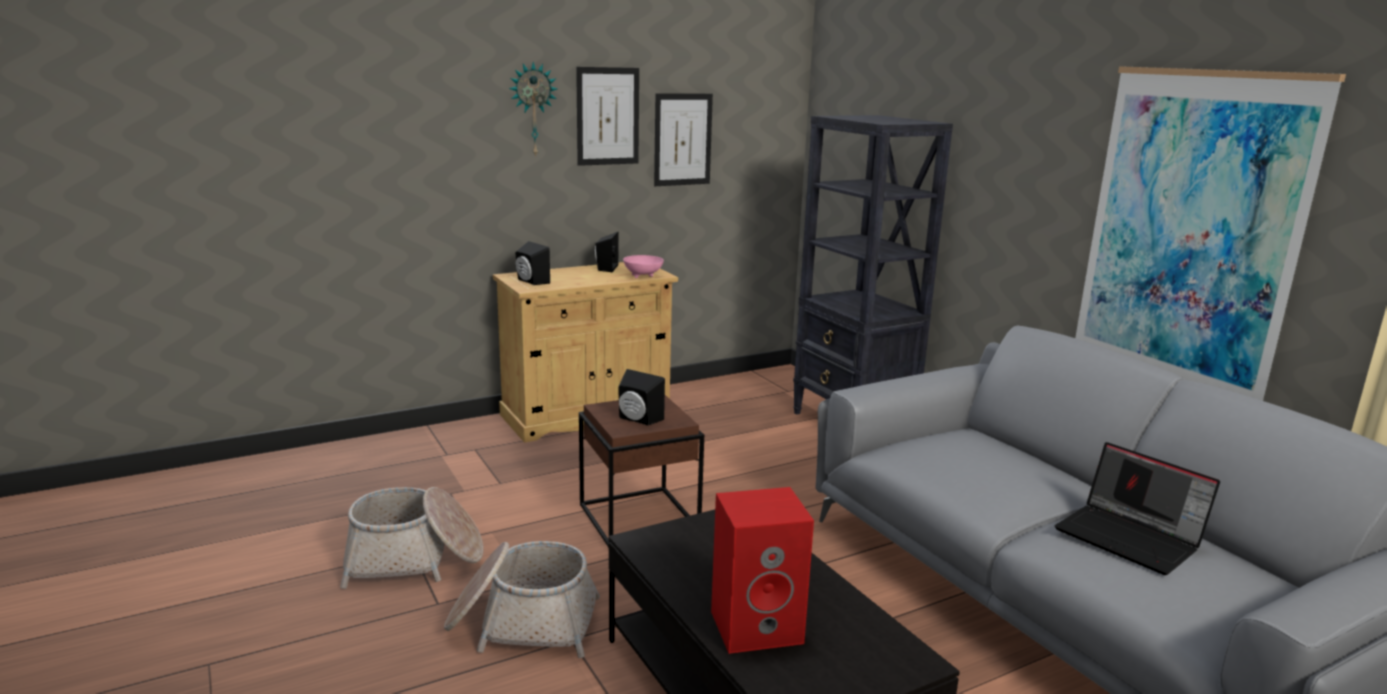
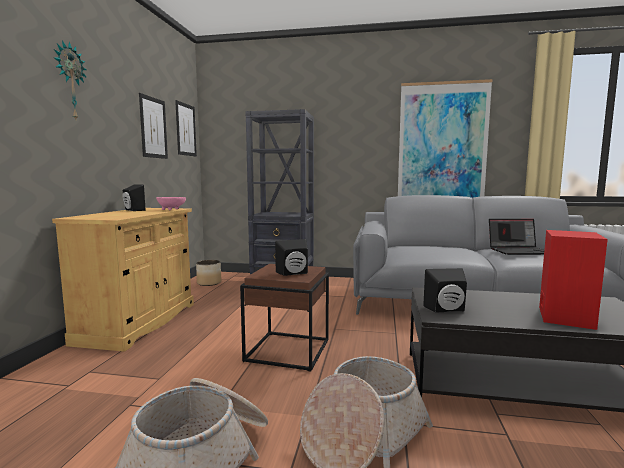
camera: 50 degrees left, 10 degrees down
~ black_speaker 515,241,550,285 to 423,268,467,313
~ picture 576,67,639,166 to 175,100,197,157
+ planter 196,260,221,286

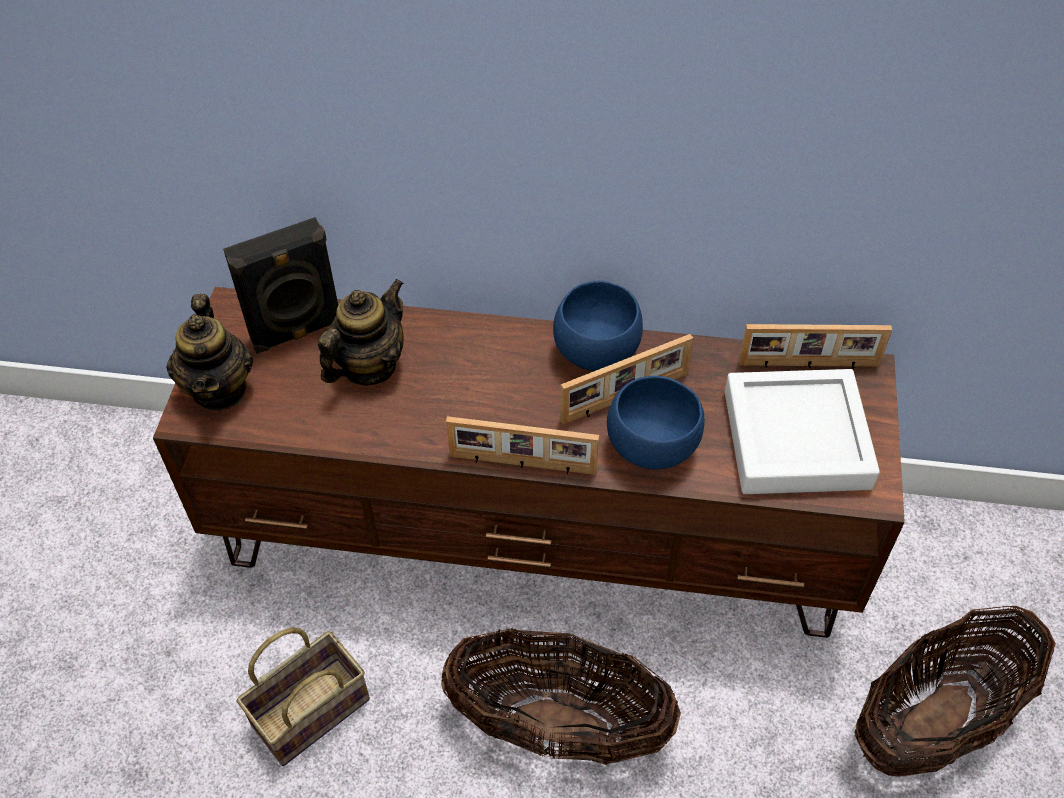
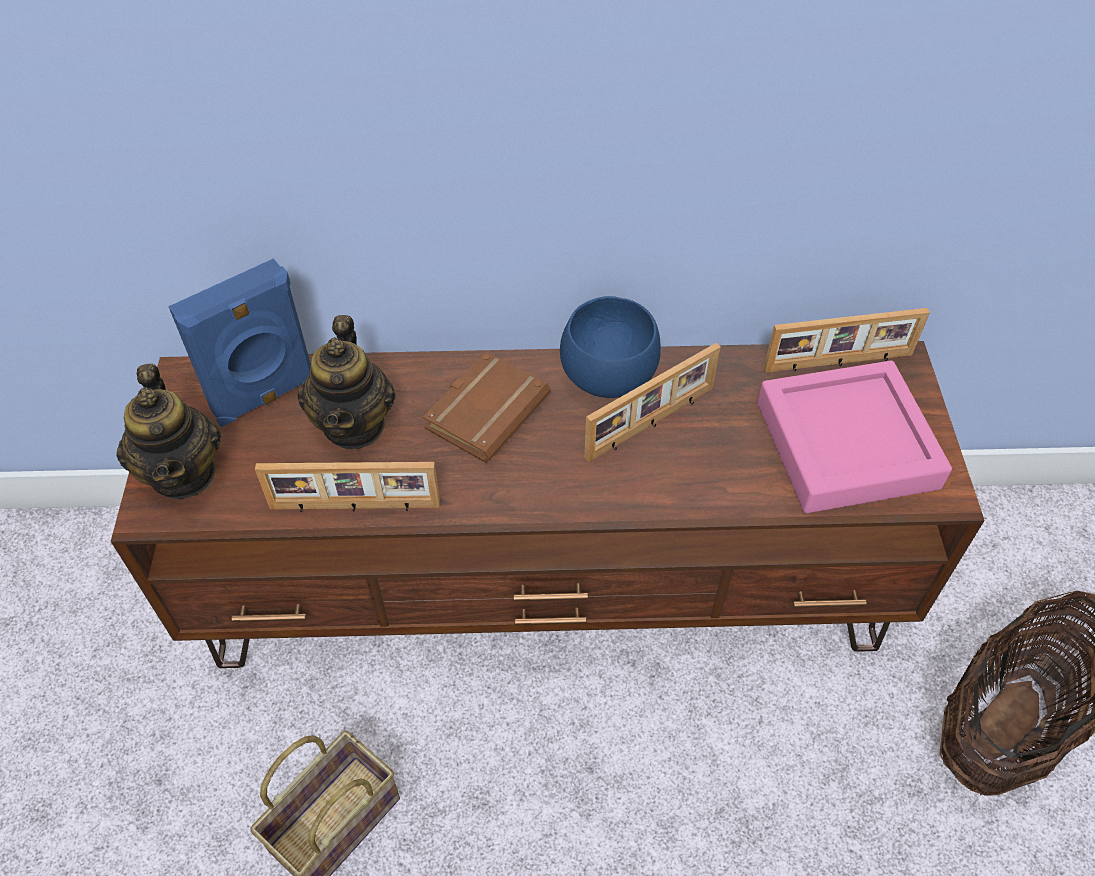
camera: 10 degrees left, 0 degrees up
~ black_speaker 223,217,338,354 to blue_speaker 168,258,311,427
~ teapot 318,279,404,386 = 297,315,395,449 150 degrees clockwise
- basket 441,628,681,765
~ picture_frame 446,416,599,475 to 255,462,440,512
- blue_bowl 607,376,704,470
~ white_tray 725,369,880,494 to pink_tray 757,361,952,513
+ brown_book 423,351,551,463

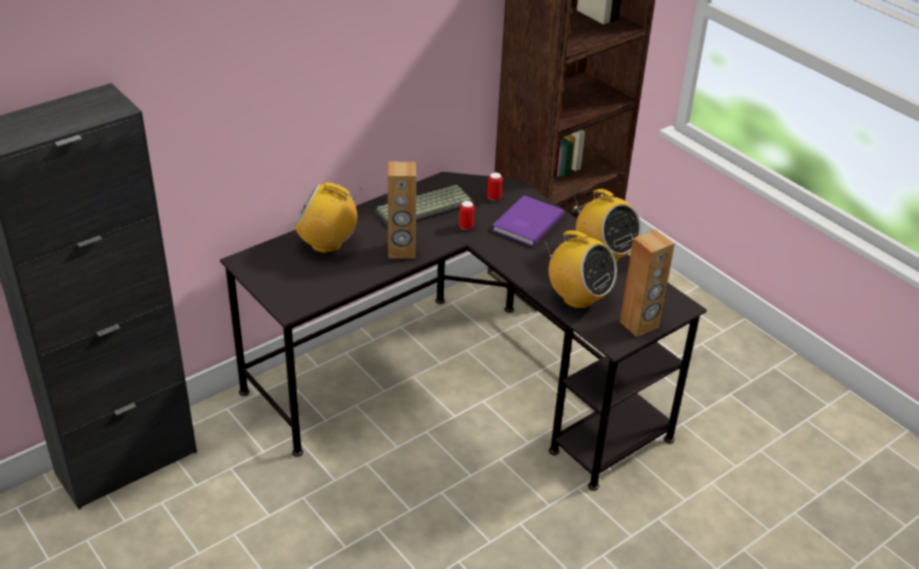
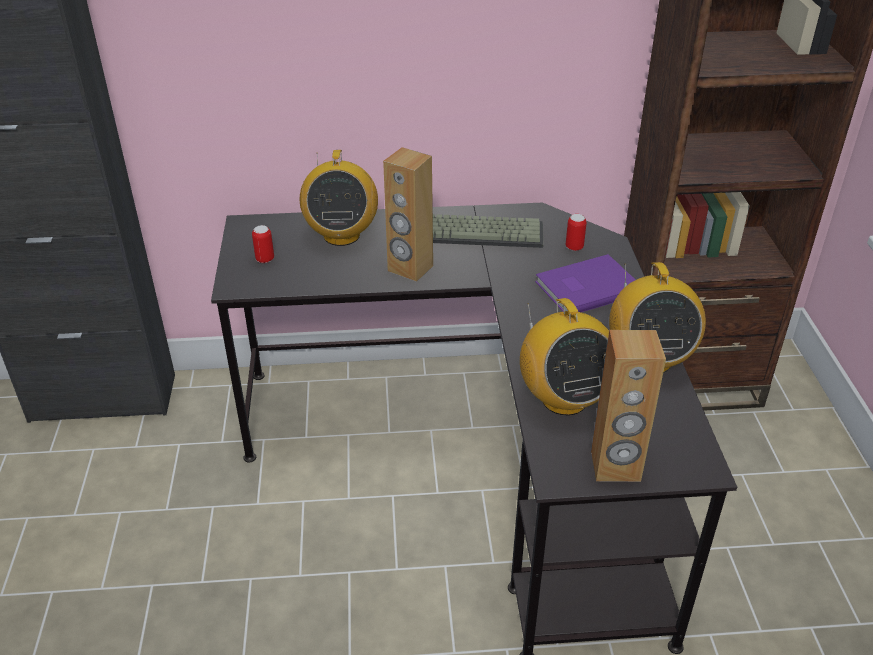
camera: 35 degrees right, 0 degrees up
~ radio 293,182,362,253 = 300,150,378,246 135 degrees counterclockwise
~ can 459,201,474,230 to 252,225,274,263

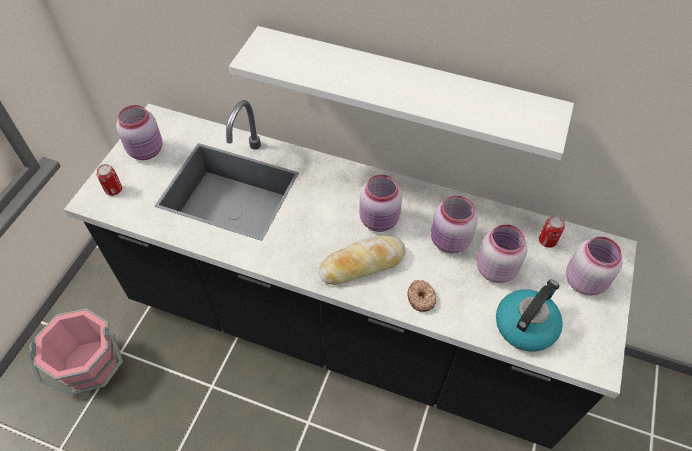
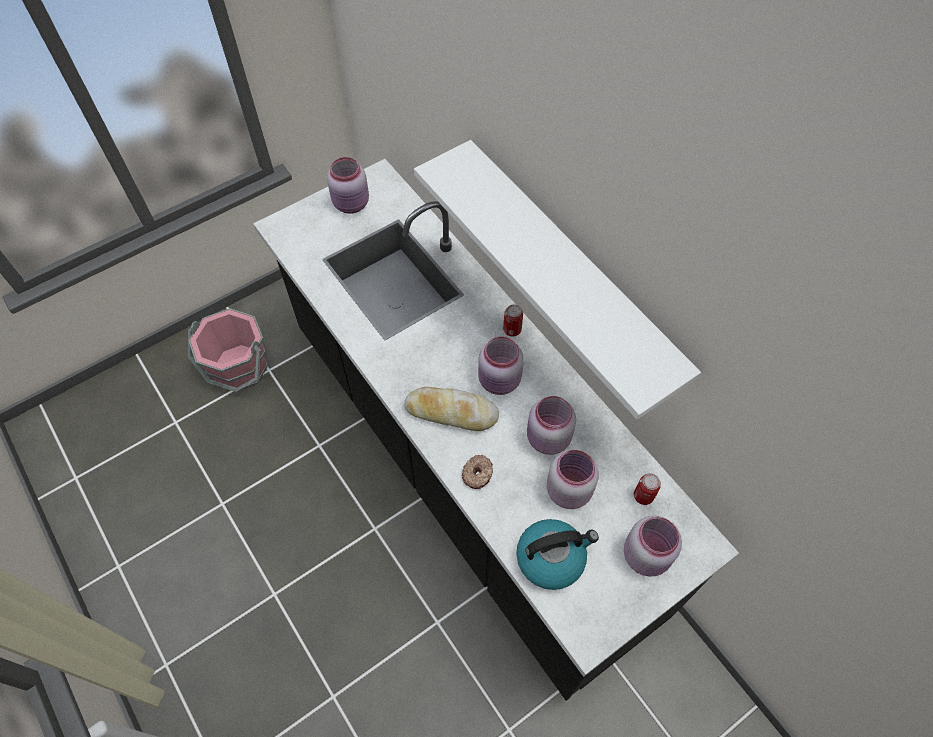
camera: 35 degrees right, 5 degrees up
~ can 97,164,122,196 to 503,305,523,337

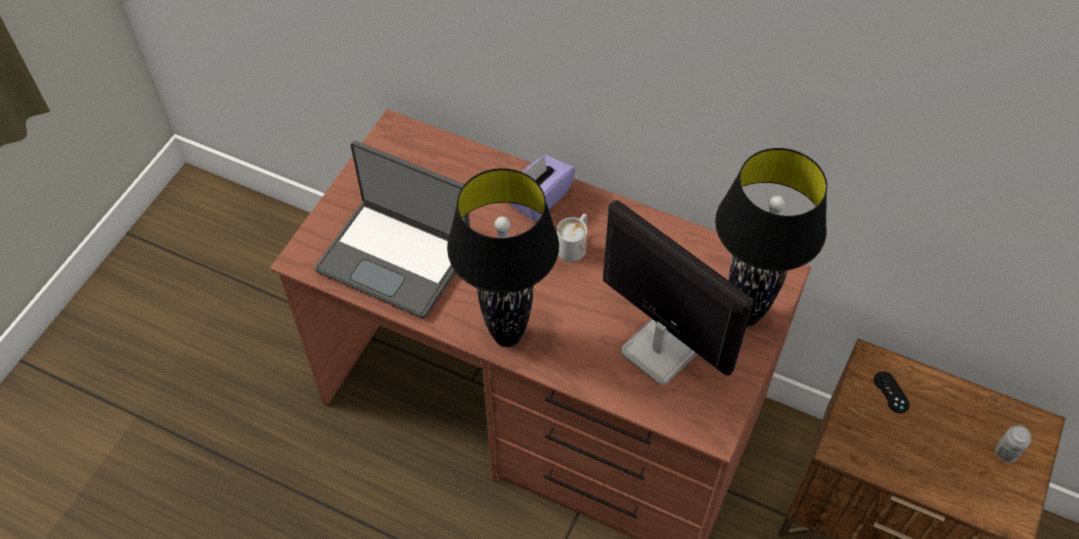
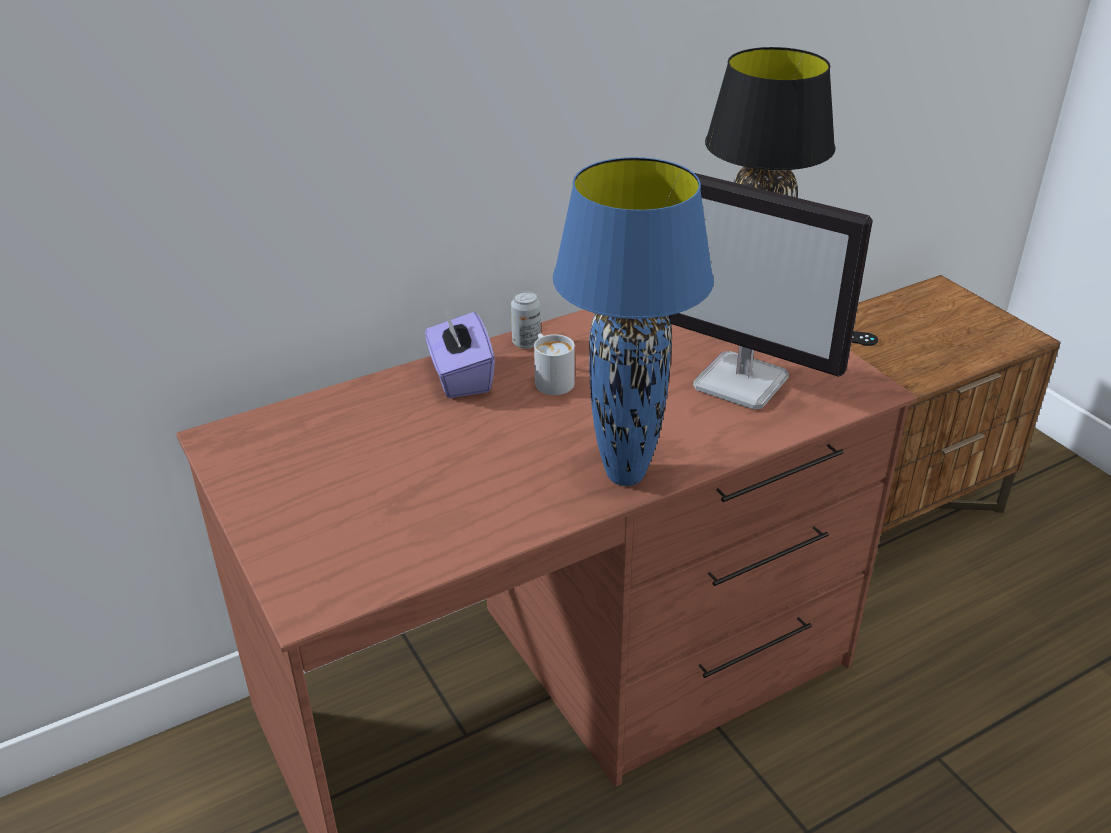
camera: 55 degrees left, 20 degrees down
- laptop 314,141,470,319
~ black_table_lamp 447,168,559,347 to blue_table_lamp 553,157,714,486
~ monitor 603,200,754,385 = 669,173,873,410 135 degrees counterclockwise
~ can 995,425,1031,462 to 511,291,541,349

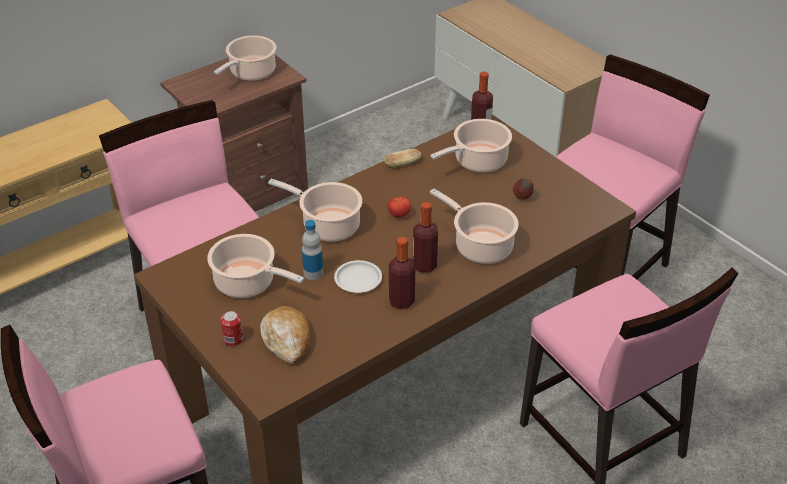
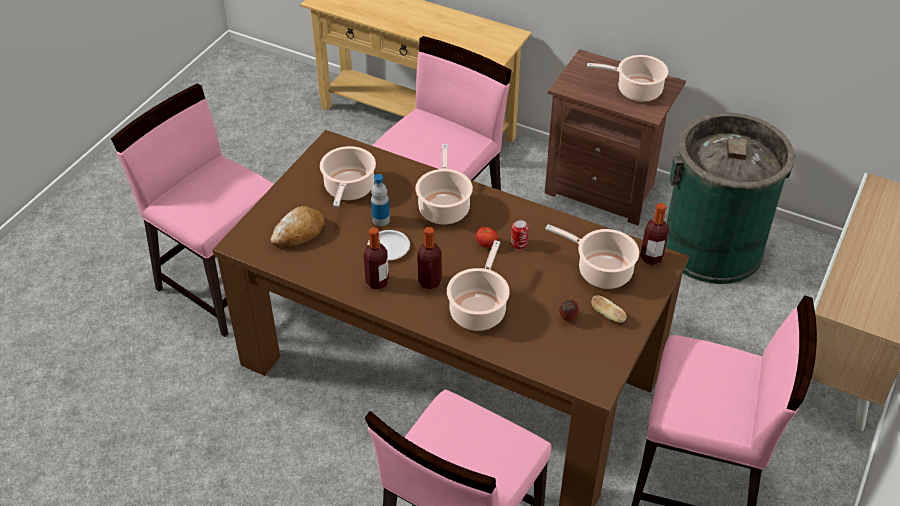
camera: 65 degrees right, 5 degrees up
~ can 220,311,243,347 to 511,220,529,249
~ bread 384,149,421,167 to 591,295,627,323
+ green_trash_can 665,112,796,284

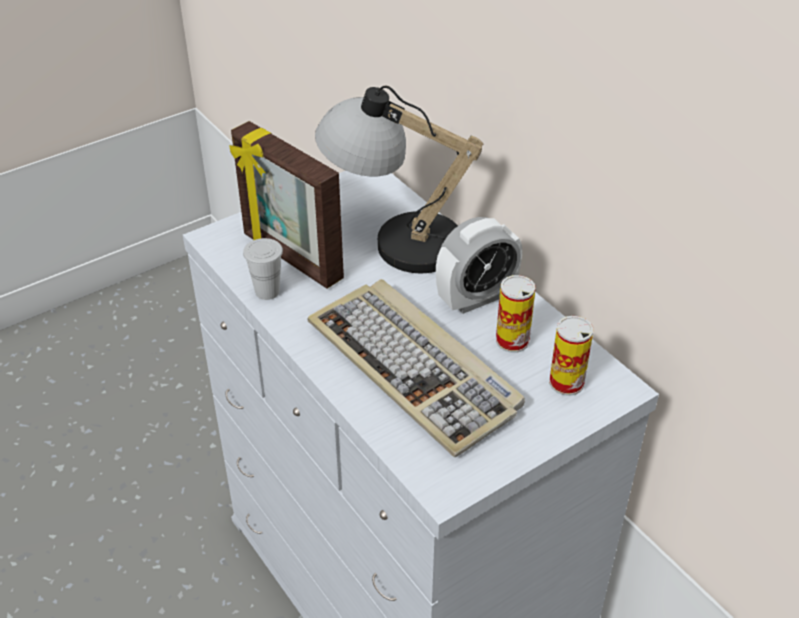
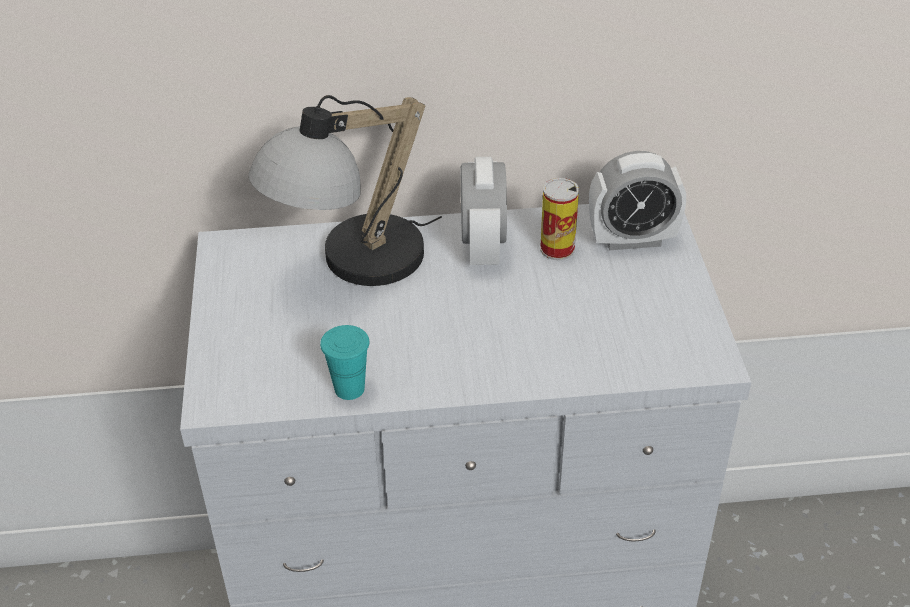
camera: 60 degrees left, 0 degrees up
- picture_frame 229,121,344,289
~ white_cup 243,238,283,300 to turquoise_cup 320,325,370,400
- keyboard 308,279,525,457
~ can 549,316,593,396 to alarm_clock 589,151,686,250

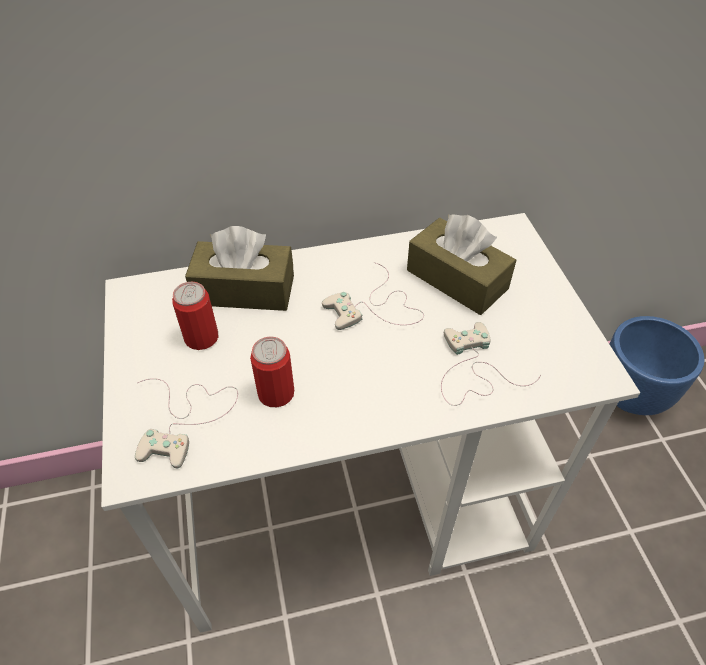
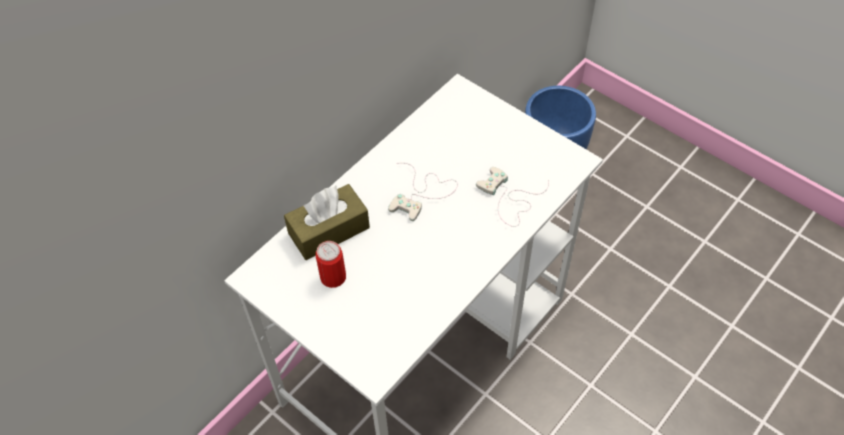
camera: 35 degrees left, 5 degrees up
- white_game_controller 135,378,238,468
- can 250,337,294,407
- brown_tissue_box 407,214,516,315

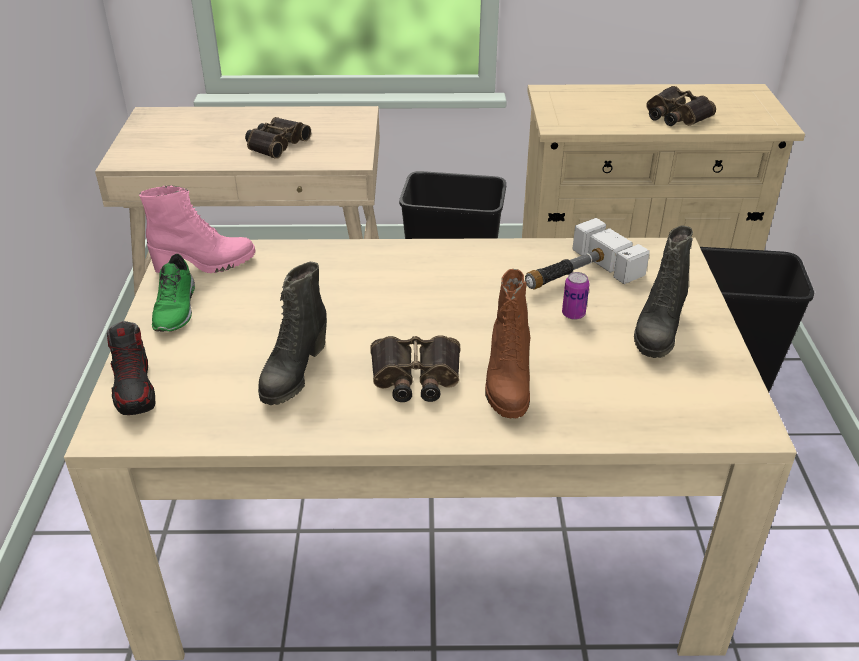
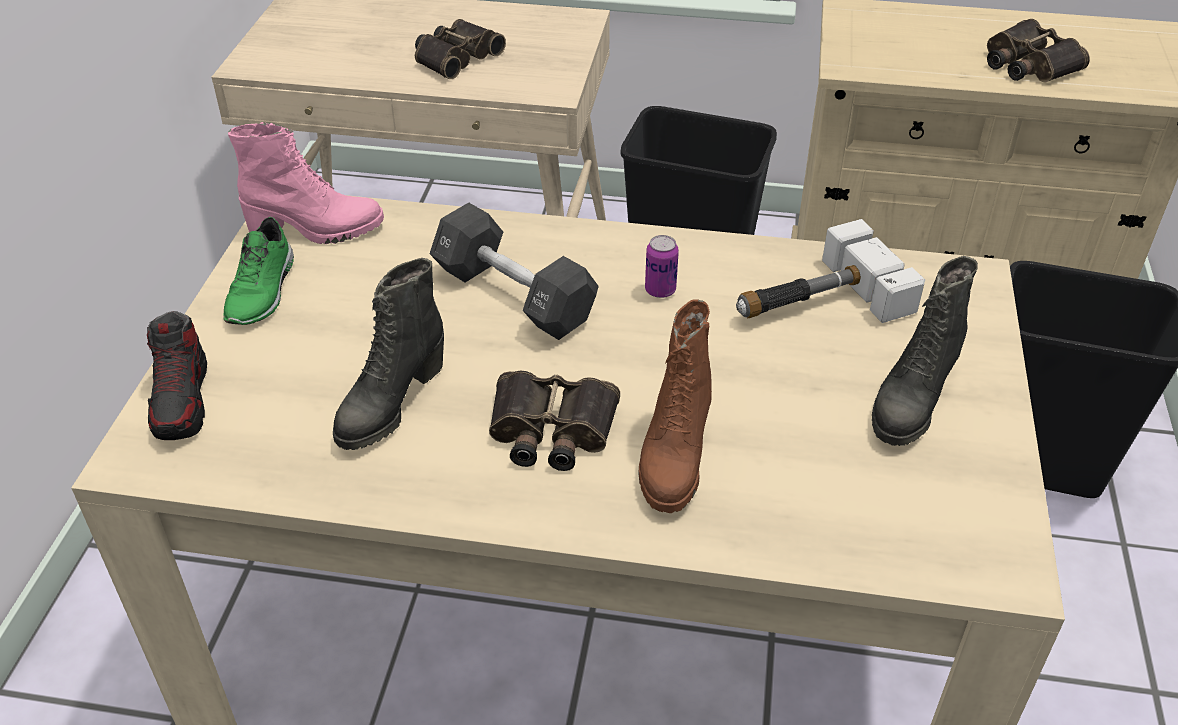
camera: 10 degrees right, 5 degrees up
~ can 562,272,590,320 to 645,235,679,298
+ black_dumbbell 430,203,599,340

